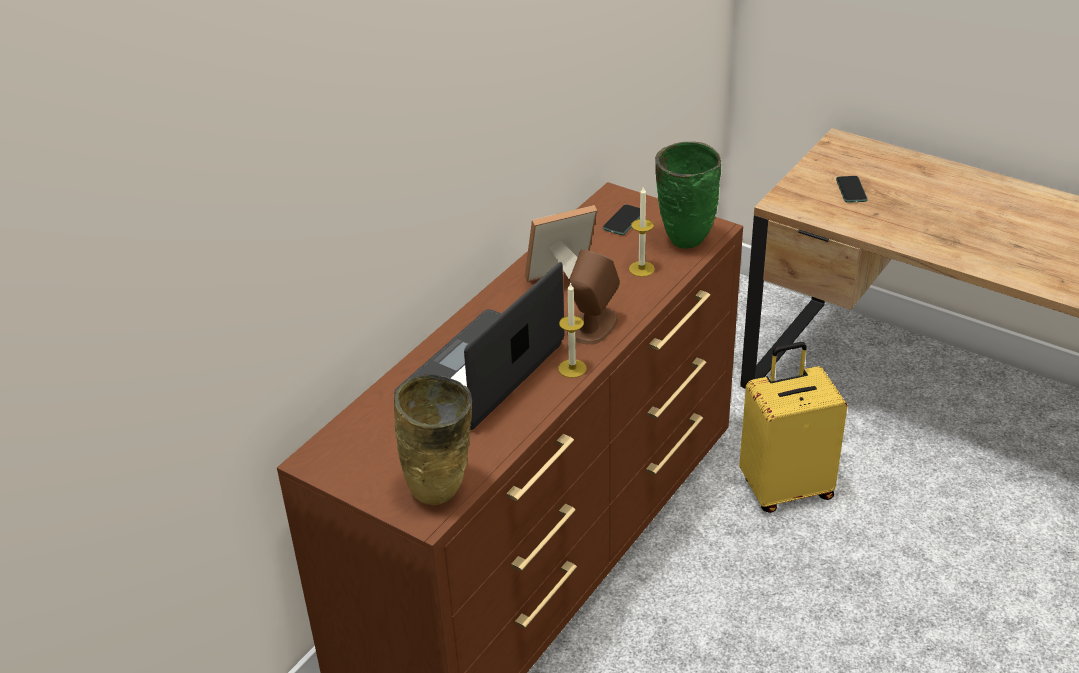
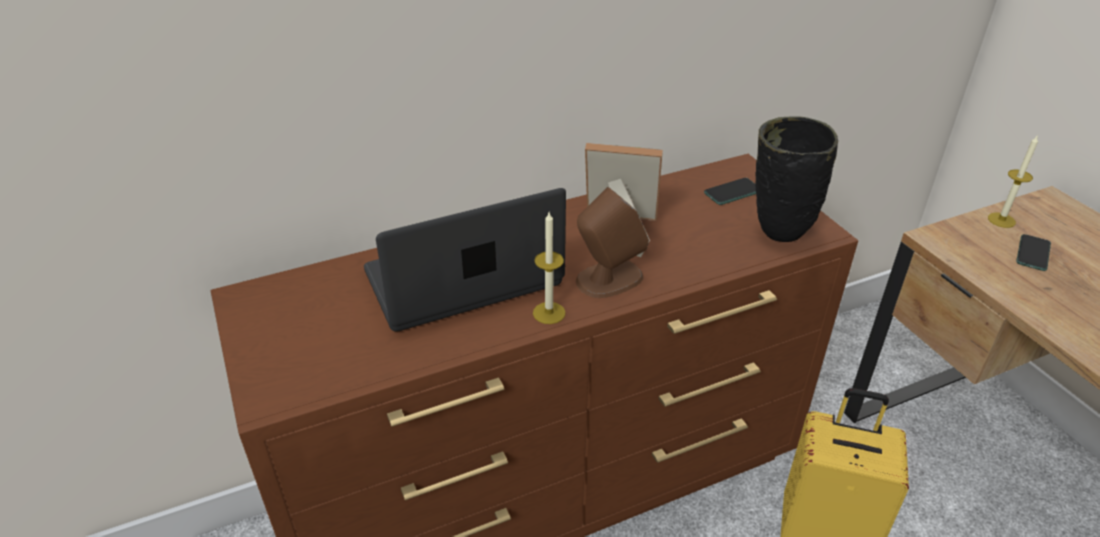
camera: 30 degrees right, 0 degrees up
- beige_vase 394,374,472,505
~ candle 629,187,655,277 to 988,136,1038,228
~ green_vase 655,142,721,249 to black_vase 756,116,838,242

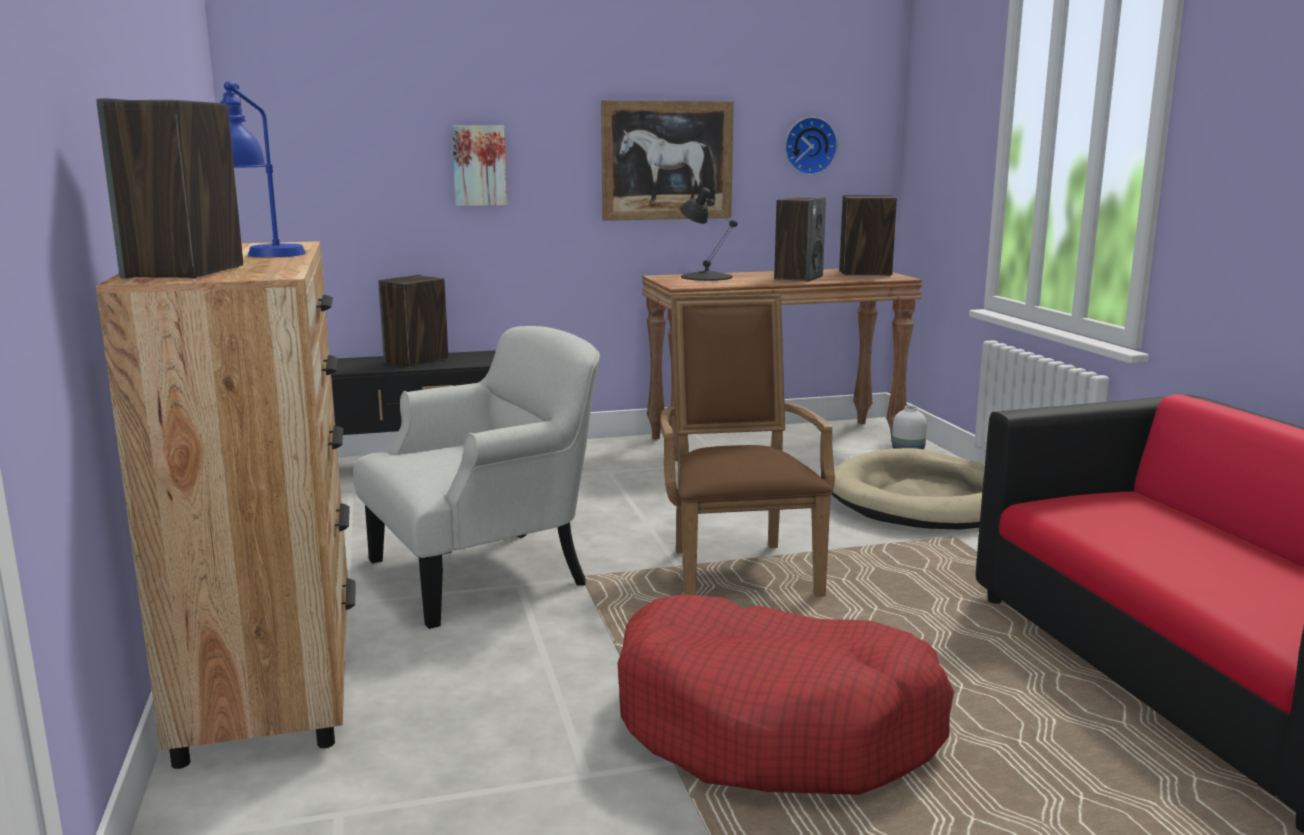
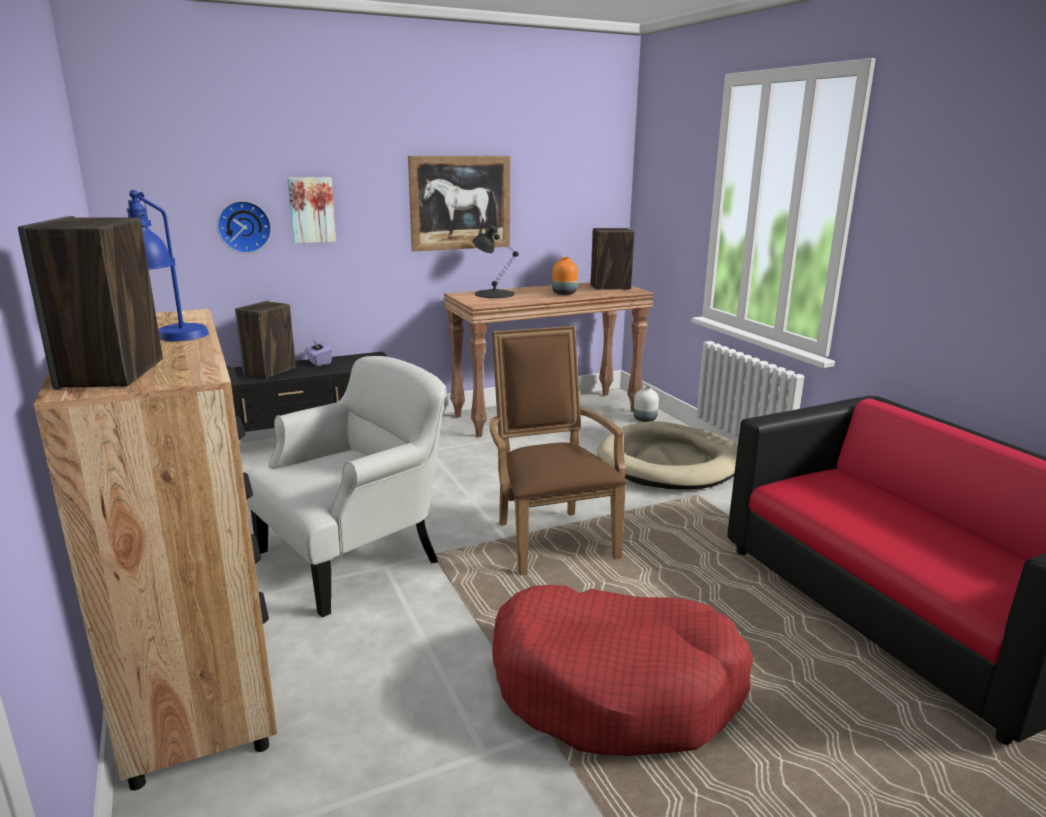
camera: 10 degrees left, 5 degrees up
~ speaker 774,197,826,282 to orange_vase 552,257,578,295
~ wall_clock 785,117,838,176 to 217,201,271,253
+ purple_tissue_box 305,339,332,366

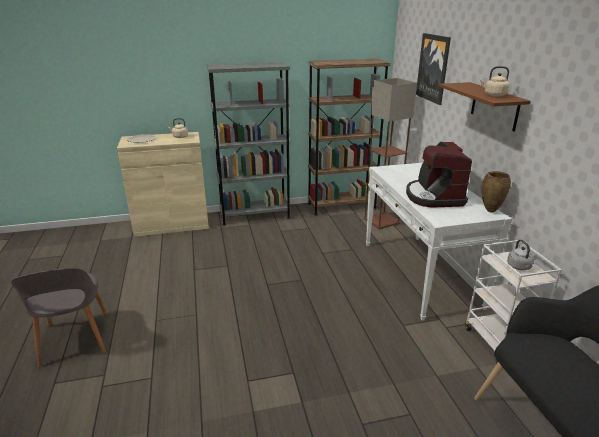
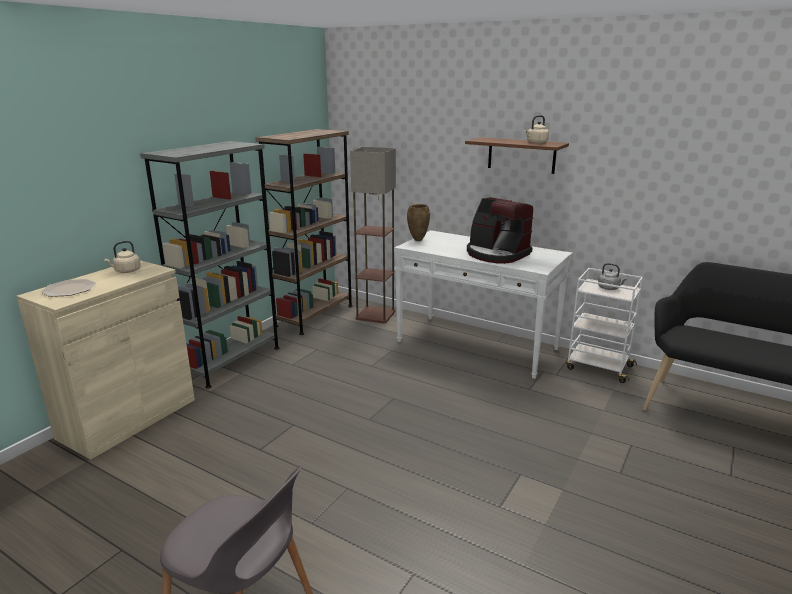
camera: 45 degrees left, 5 degrees down
- picture 416,33,451,105
~ brown_vase 482,171,511,213 to 407,204,430,241

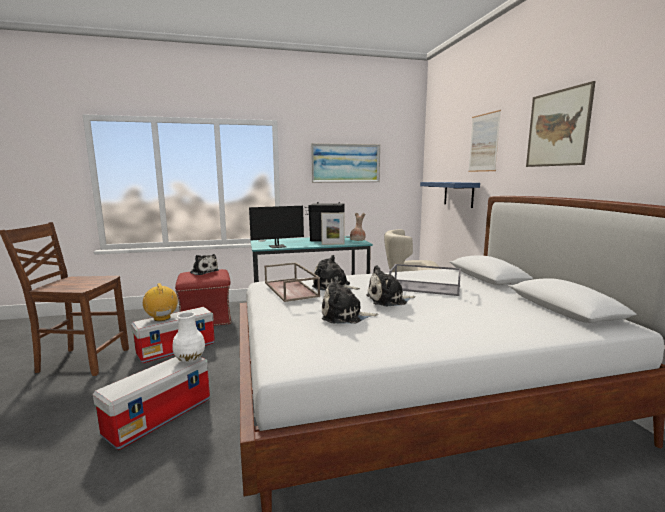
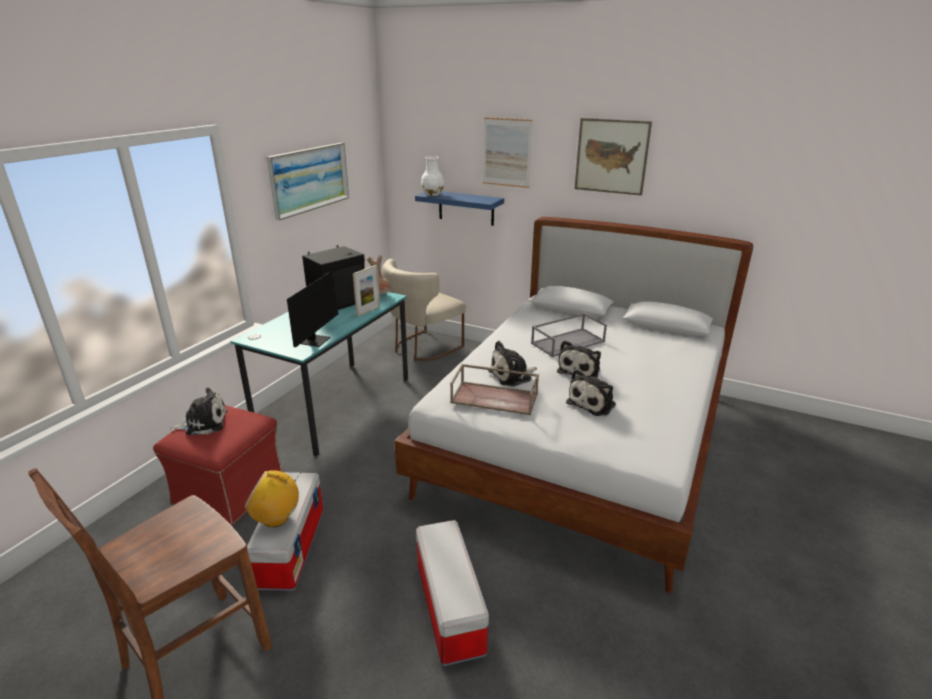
camera: 50 degrees left, 15 degrees up
~ white_vase 172,312,205,363 to 421,156,444,196

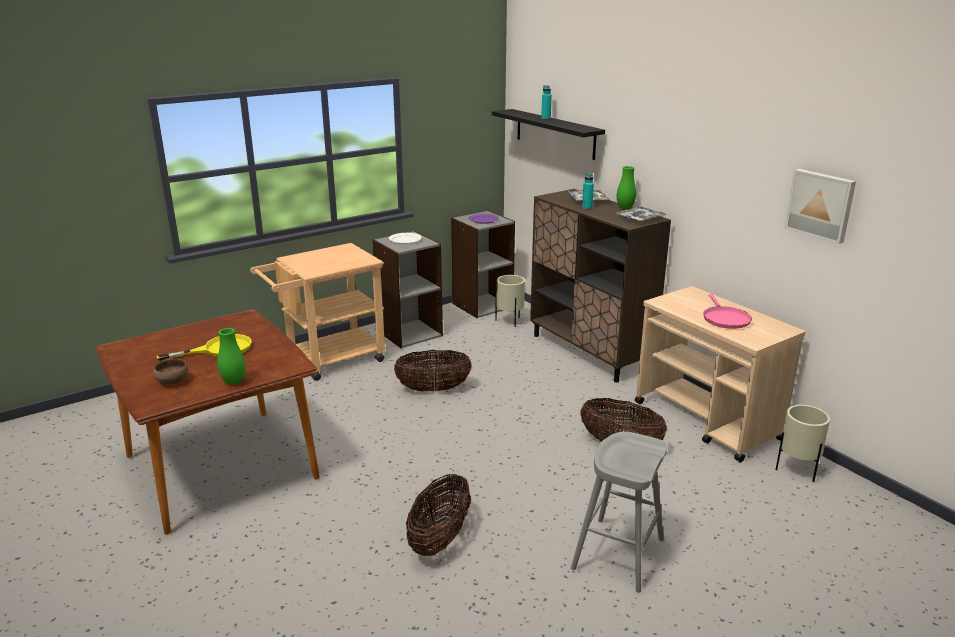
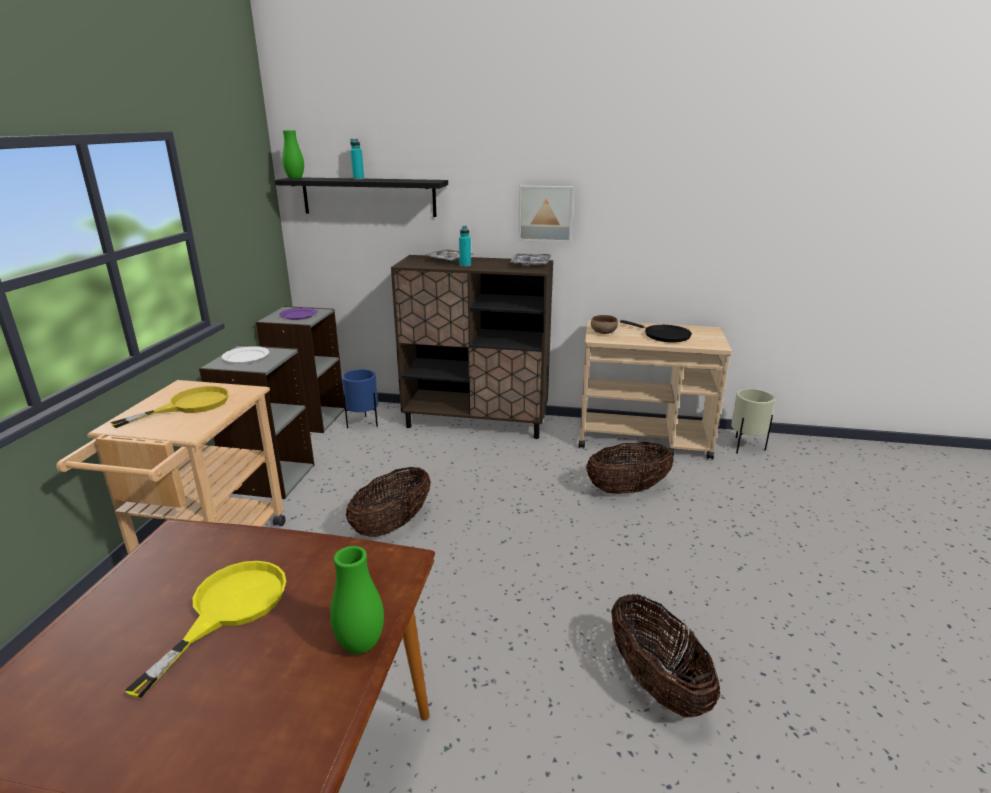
camera: 45 degrees left, 0 degrees up
~ brown_bowl 153,359,188,384 to 591,315,618,334
~ beige_planter 495,275,525,327 to blue_planter 342,369,378,428
- grey_stool 571,431,667,593
~ green_vase 617,166,636,210 to 282,130,304,179
~ pink_frying_pan 703,294,752,329 to black_frying_pan 620,320,692,343
~ picture 785,169,856,244 to 518,185,574,242
+ yellow_frying_pan 110,386,229,428

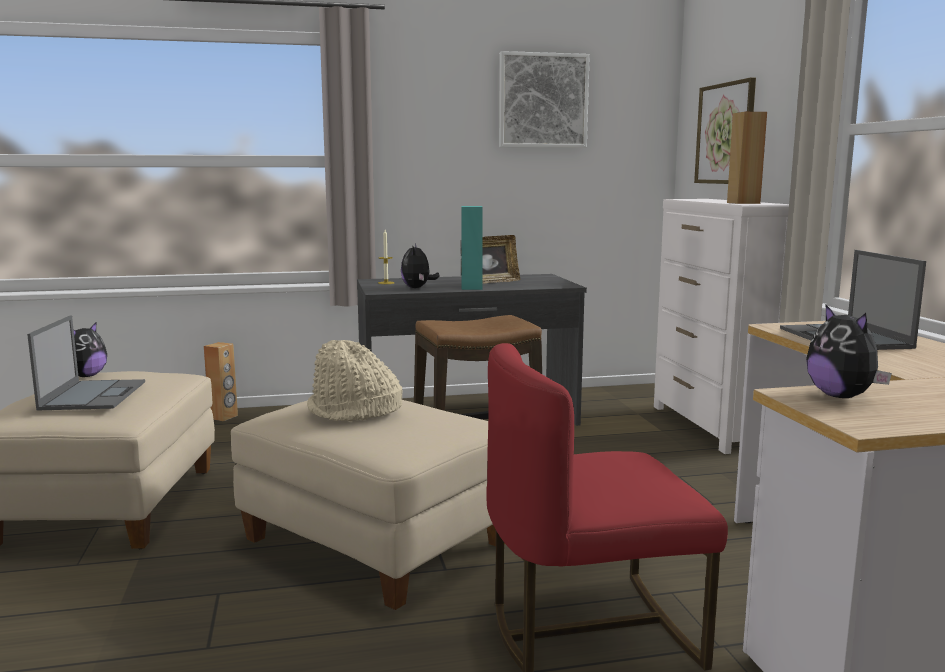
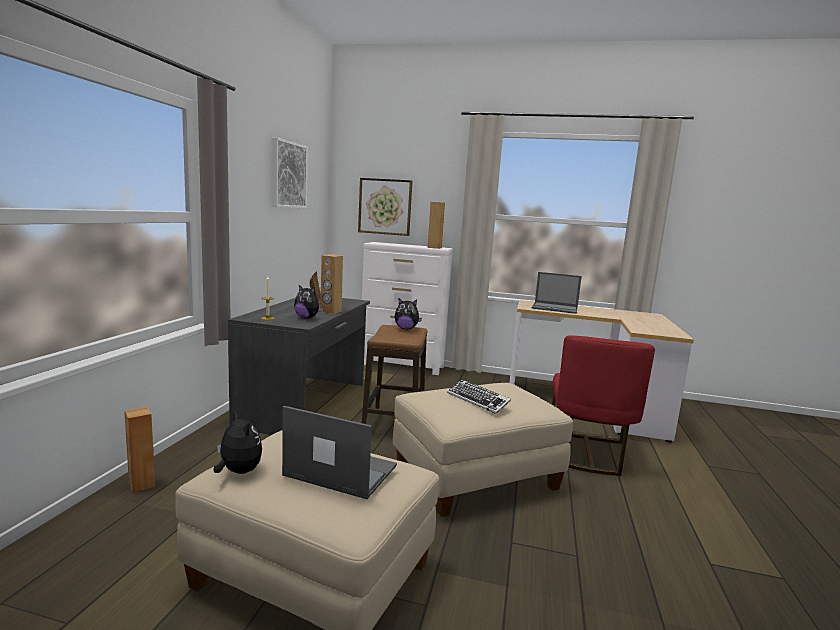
camera: 65 degrees left, 0 degrees up
~ beige_hat 307,340,402,421 to keyboard 447,380,511,414
~ turquoise_speaker 461,206,483,290 to brown_speaker 320,254,343,314
~ plush_toy 806,304,892,398 to 395,298,422,329

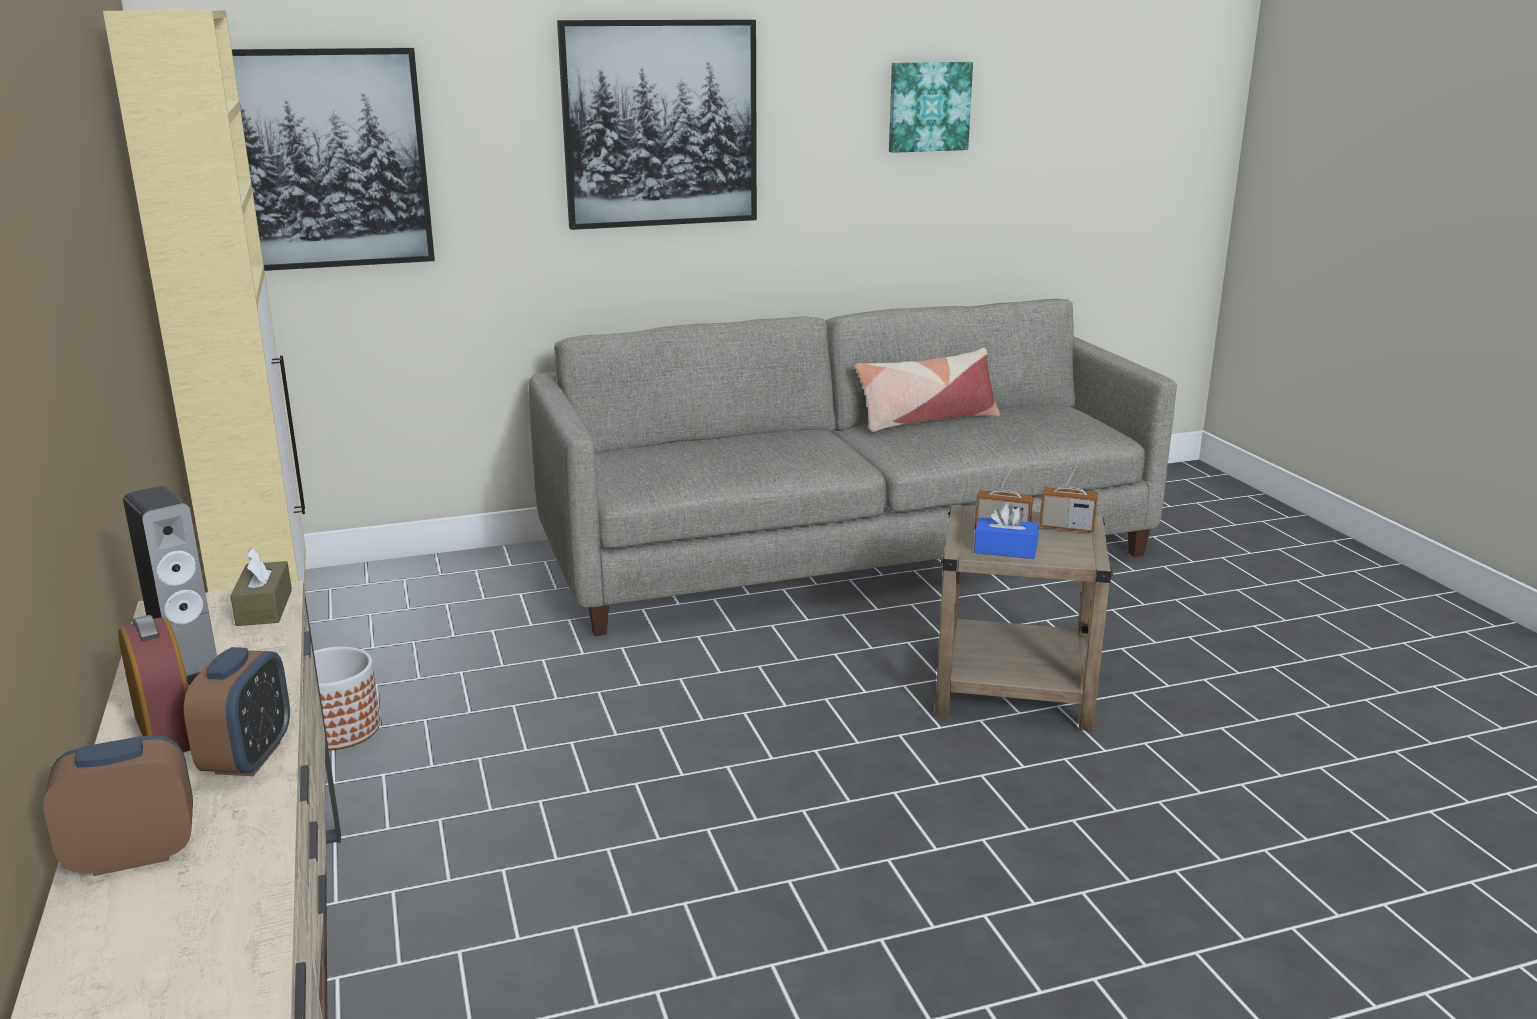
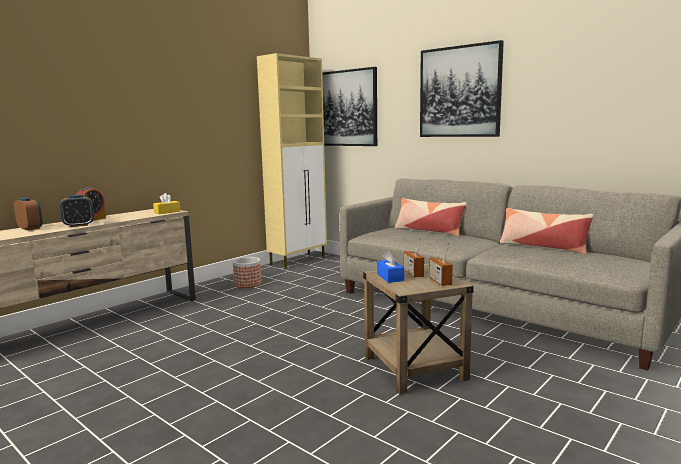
camera: 60 degrees right, 10 degrees down
- speaker 123,486,217,685
~ brown_tissue_box 231,548,292,626 to yellow_tissue_box 153,193,181,214
- picture 889,62,973,153
+ pillow 395,198,467,237

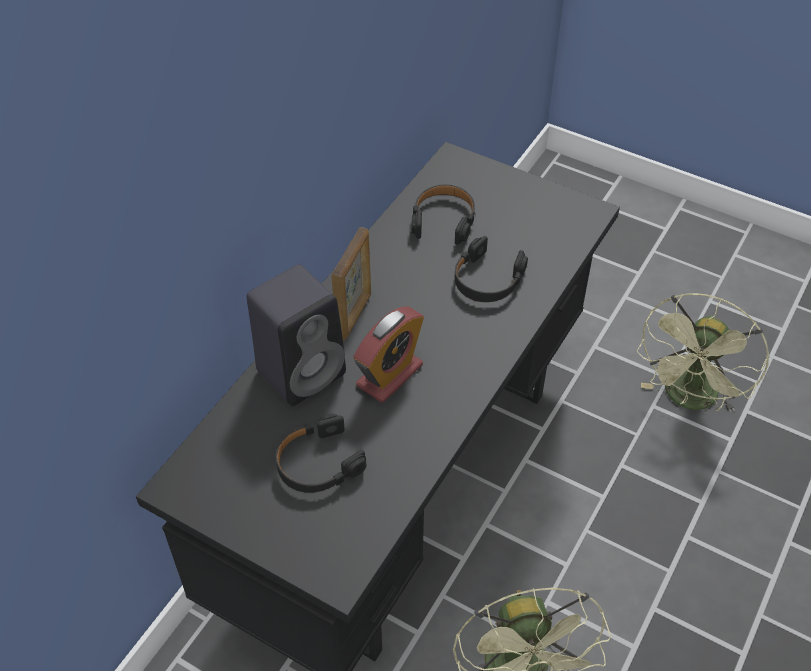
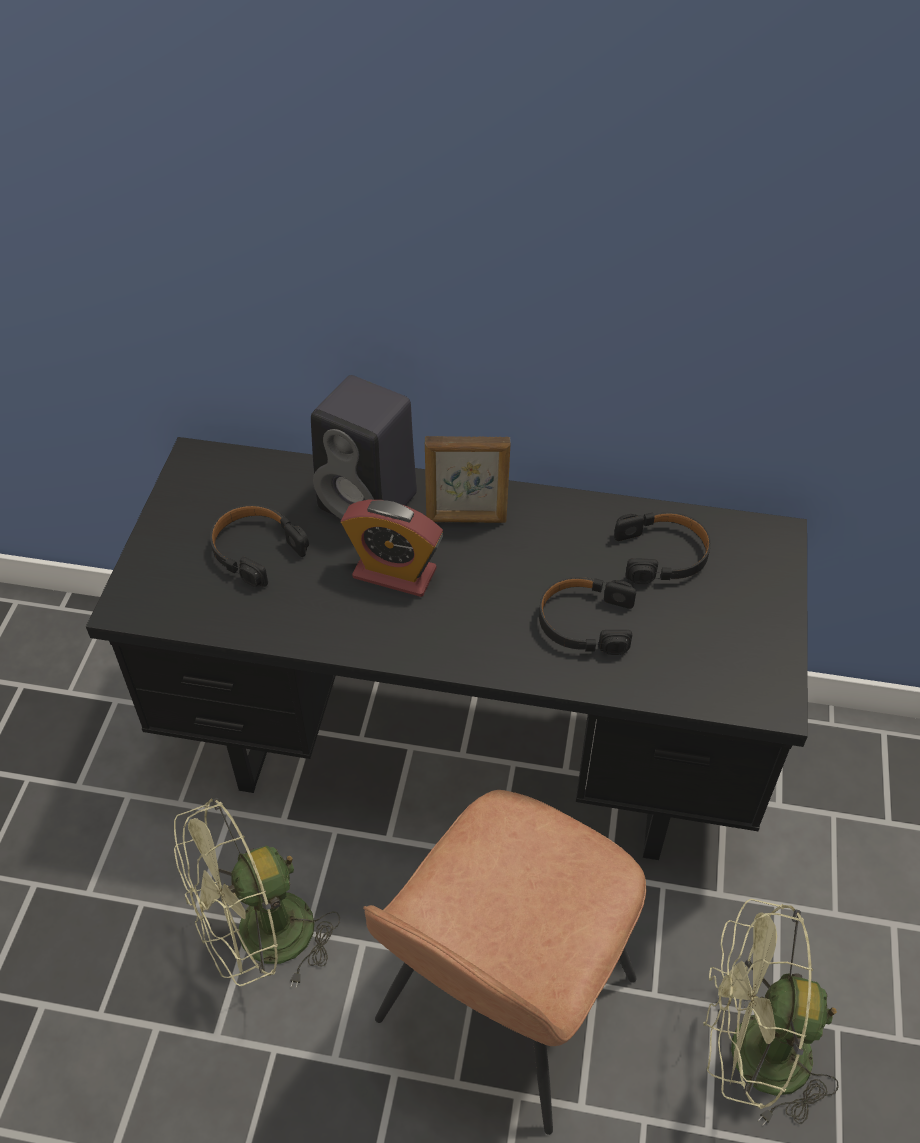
camera: 70 degrees right, 0 degrees up
+ brown_chair 363,790,646,1135

